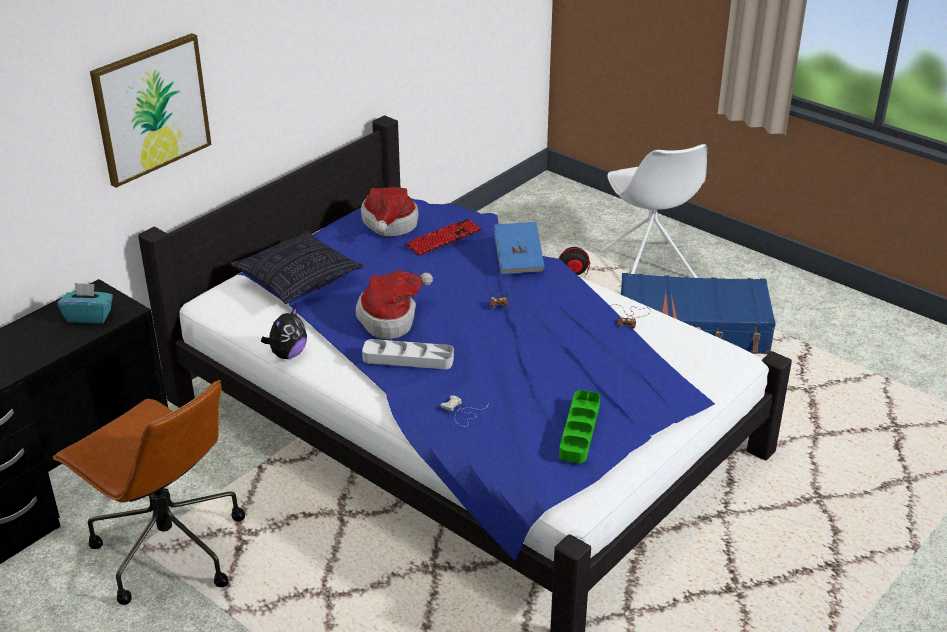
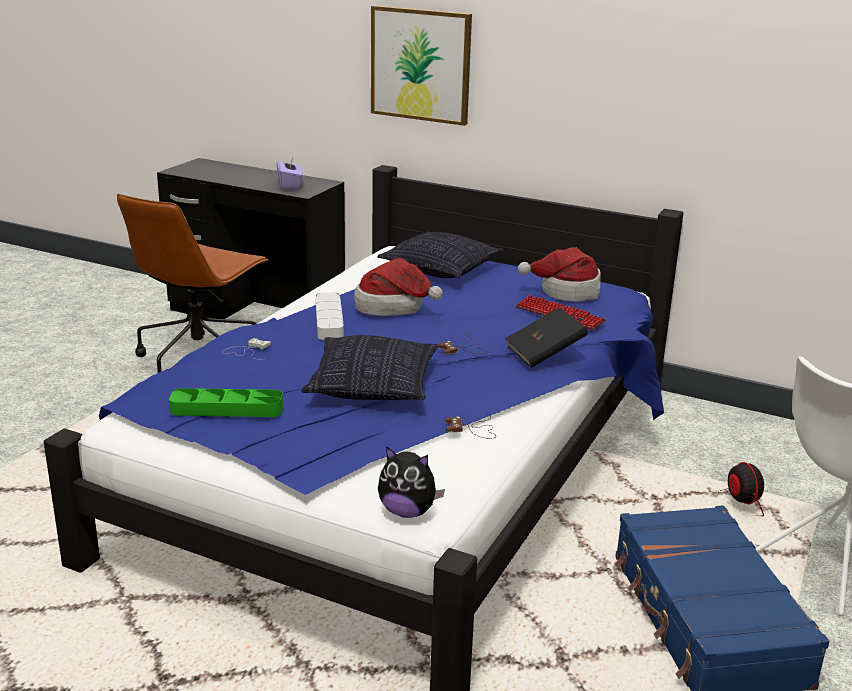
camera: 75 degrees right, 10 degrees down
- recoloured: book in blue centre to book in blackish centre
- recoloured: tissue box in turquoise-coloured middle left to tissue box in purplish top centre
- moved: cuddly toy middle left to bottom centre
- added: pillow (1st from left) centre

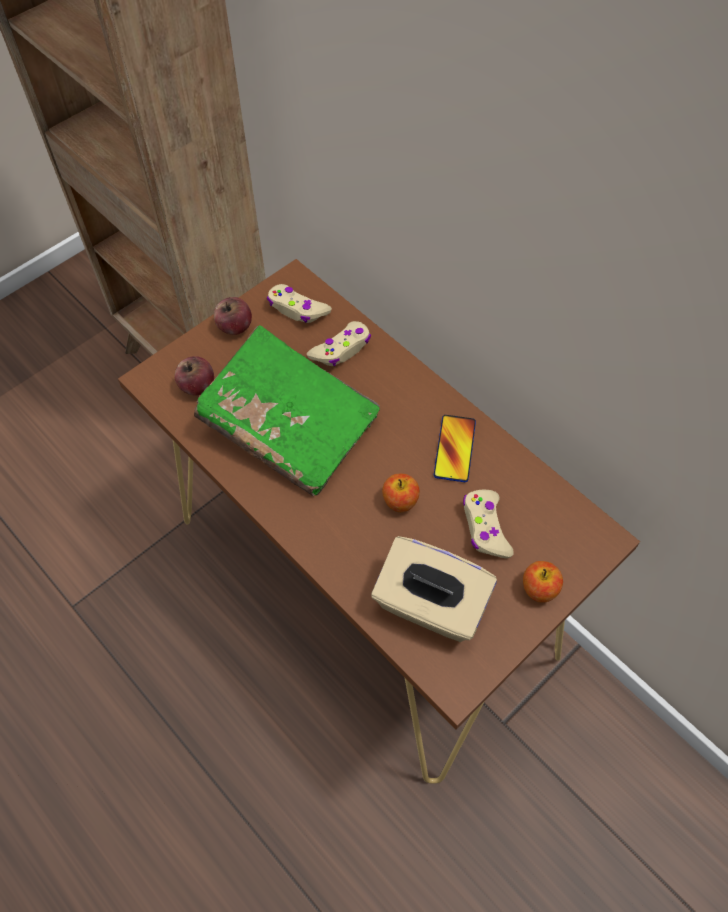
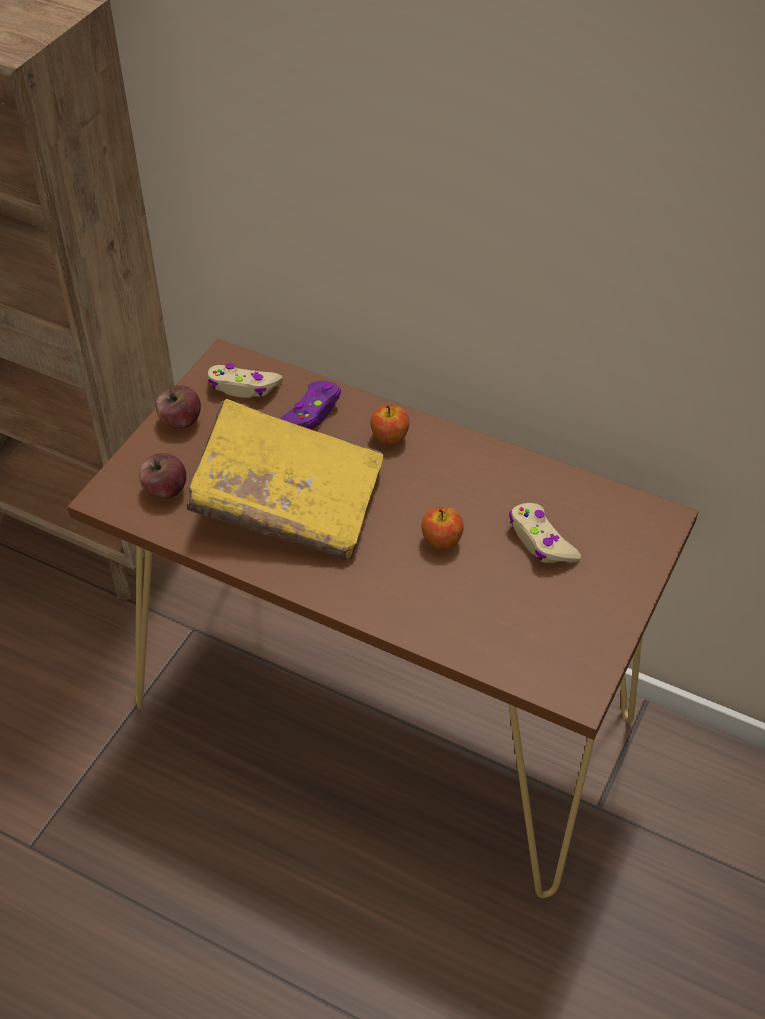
camera: 20 degrees left, 10 degrees down
- recoloured: game controller in beige-coloured (2nd from left) centre to game controller in purplish centre
- recoloured: book in greenish centre to book in yellow-coloured centre
- removed: telephone centre
- removed: tissue box in beige-coloured centre
- moved: whole apple (4th from left in the first image) middle right to whole apple (3rd from left) centre

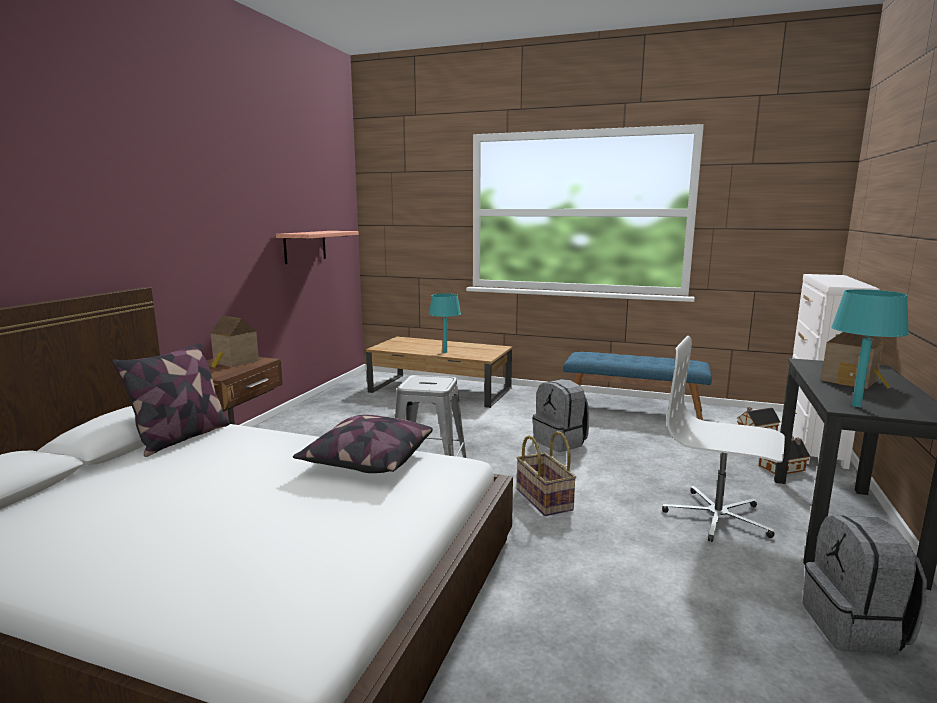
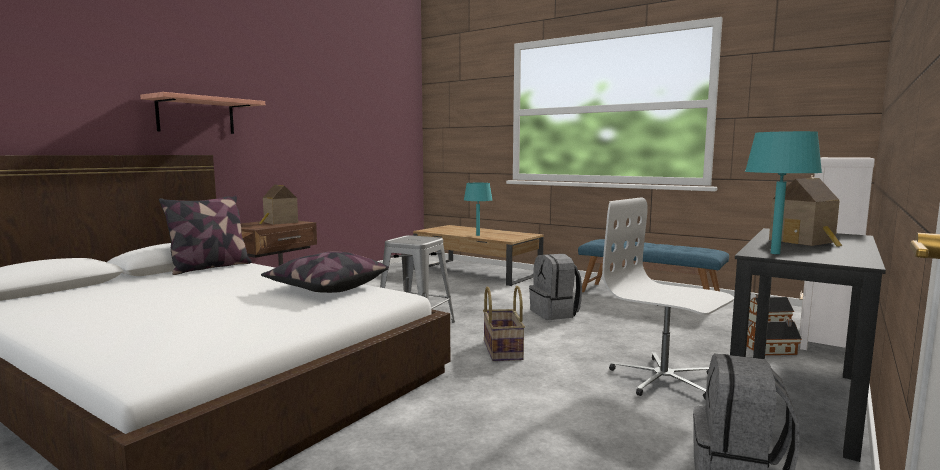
camera: 15 degrees right, 5 degrees down
- moved: bracket shelf centre to top left

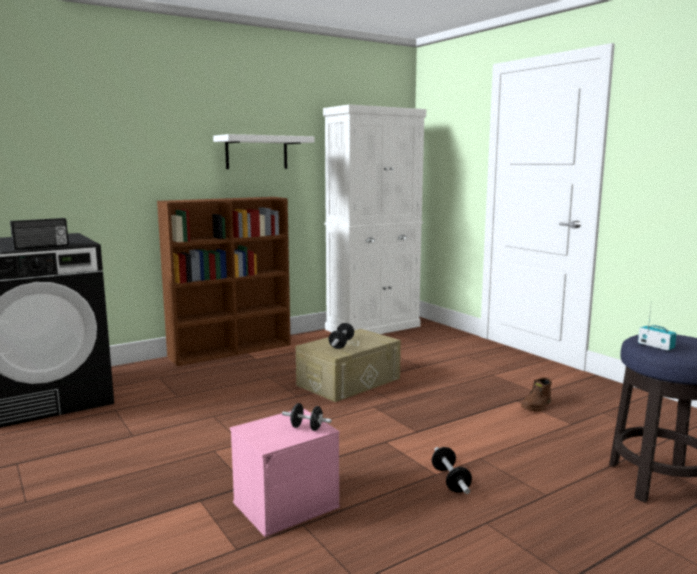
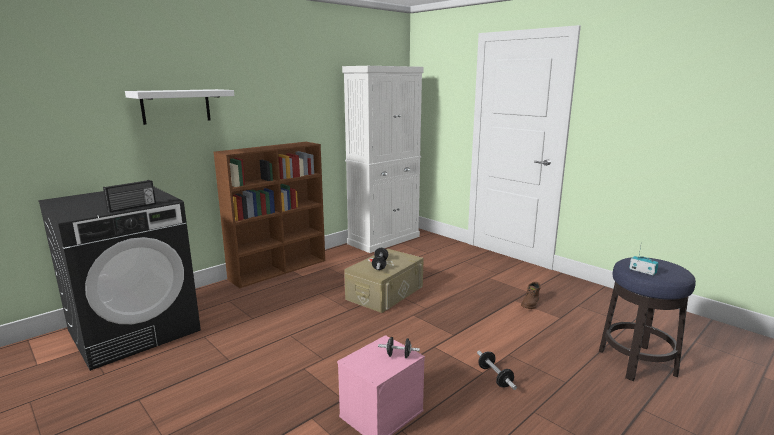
camera: 10 degrees left, 5 degrees up
- moved: bracket shelf in whitish top centre to top left

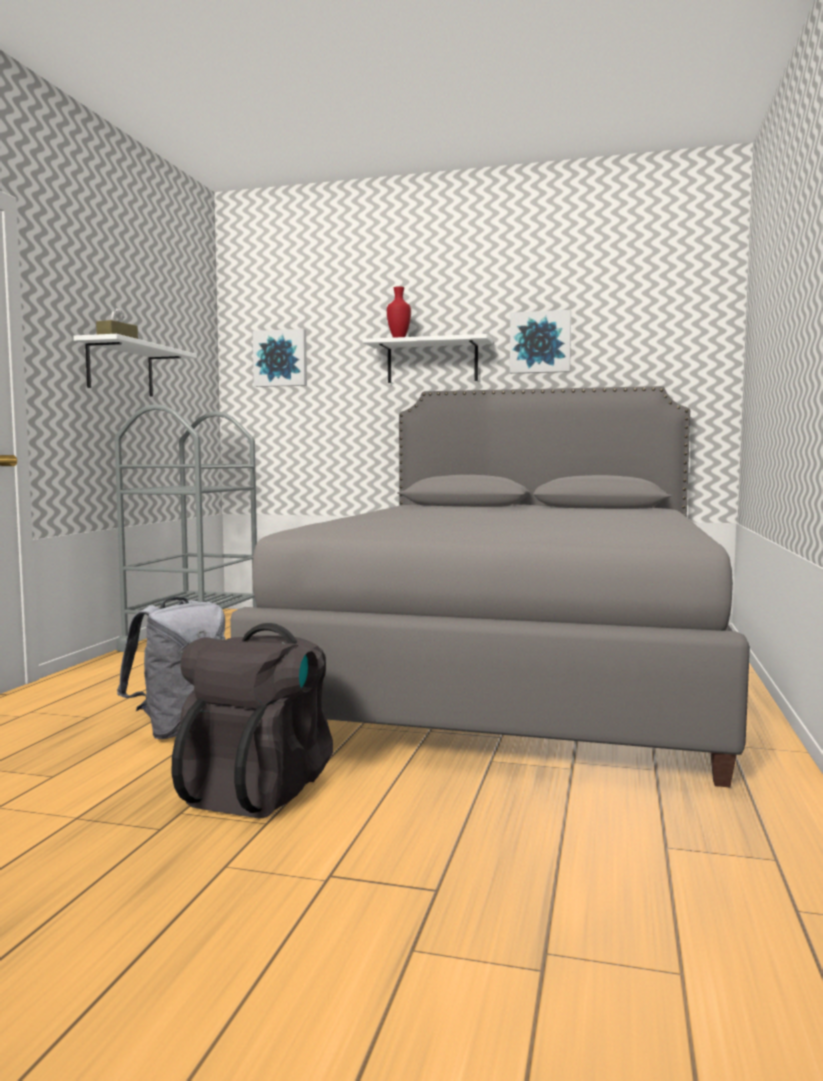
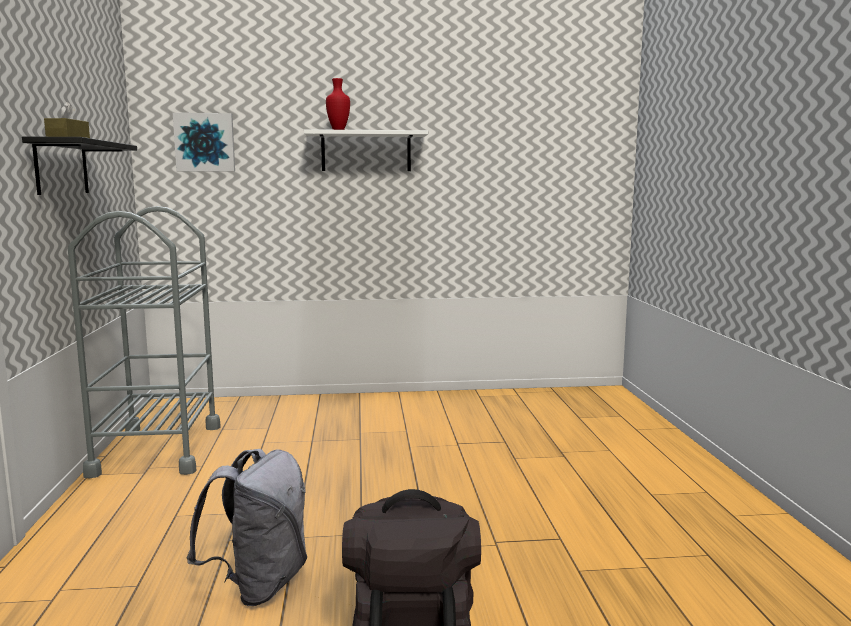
camera: 20 degrees left, 5 degrees up
- removed: picture (2nd from left) top centre
- recoloured: bracket shelf in whitish (1st from left) middle left to bracket shelf in blackish top left
- removed: bedroom bed in greyish centre

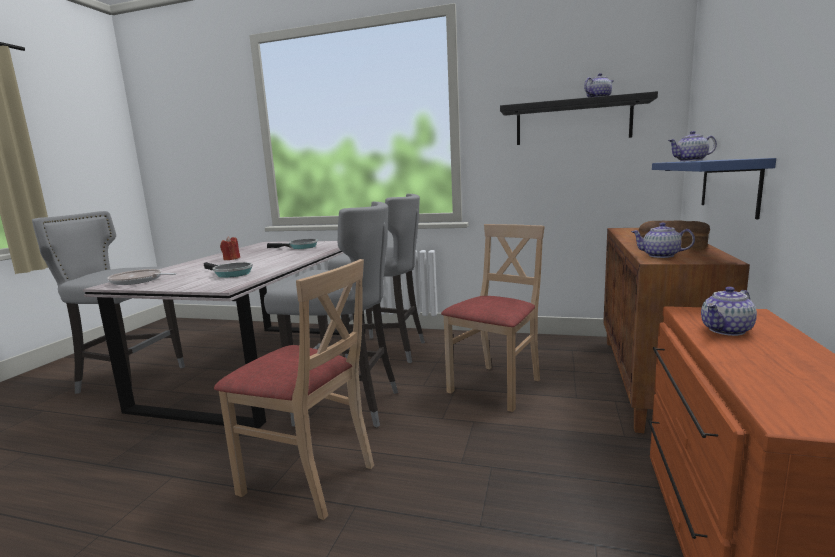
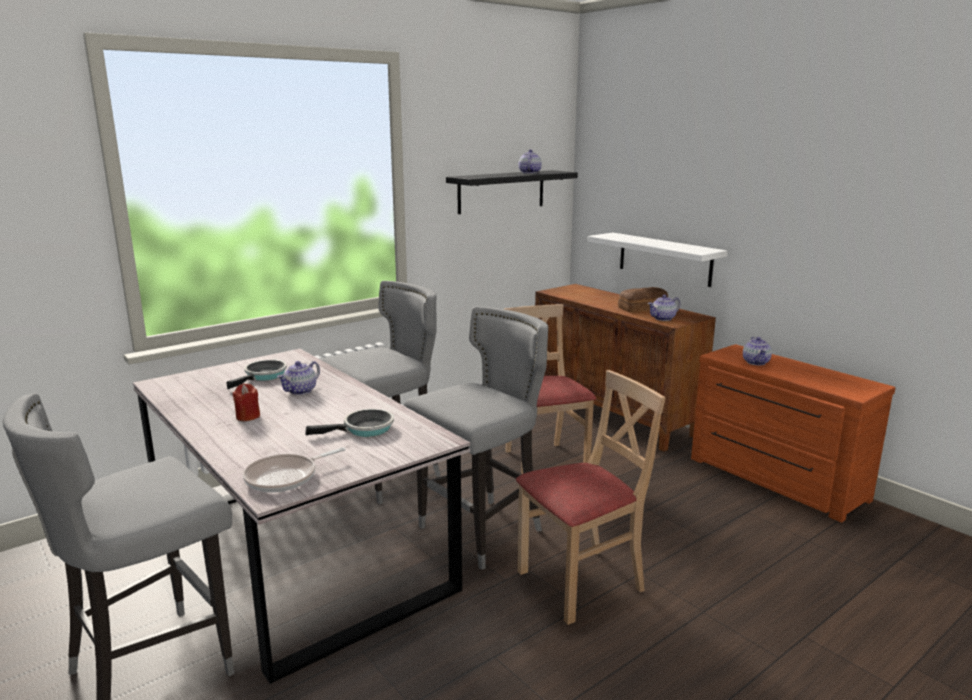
camera: 55 degrees left, 5 degrees up
- moved: pot for tea (3rd from left in the first image) top right to pot for tea (1st from left) middle left
- recoloured: bracket shelf in blue middle right to bracket shelf in whitish middle right

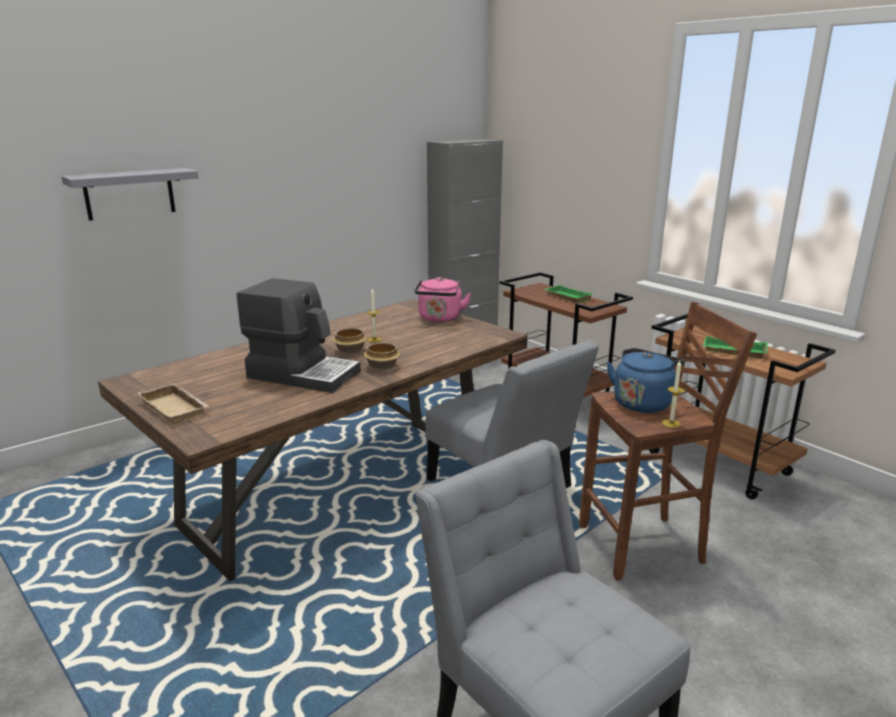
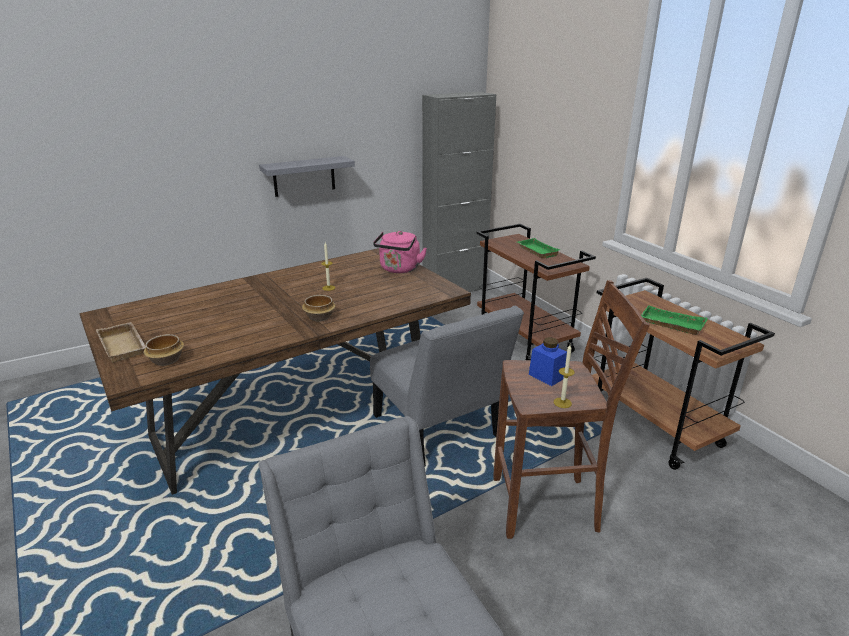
camera: 10 degrees right, 5 degrees up
- moved: bracket shelf in greyish top left to top centre
- removed: coffee machine centre
- moved: serving bowl (1st from left) centre to middle left
- replaced: water kettle in blue middle right to preserve jar in blue centre

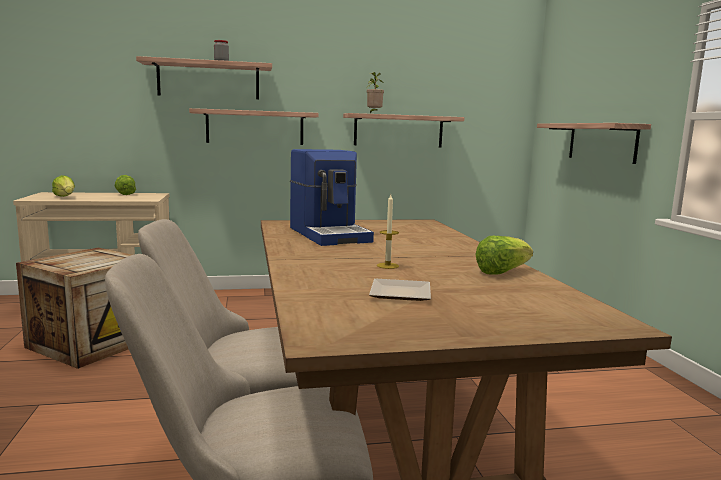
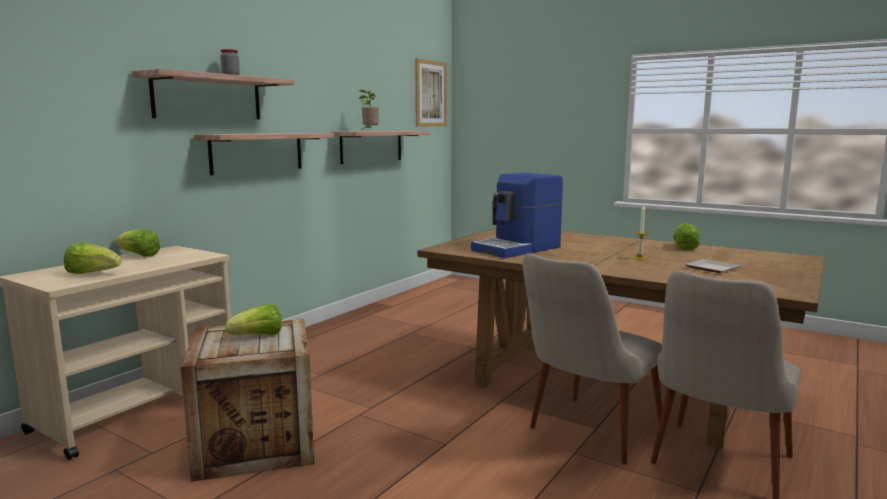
camera: 45 degrees left, 0 degrees up
- removed: bracket shelf (4th from left) top right
- turned: coffee machine centre = centre 120 degrees clockwise
- added: picture top centre
- added: lettuce head (3rd from left) middle left

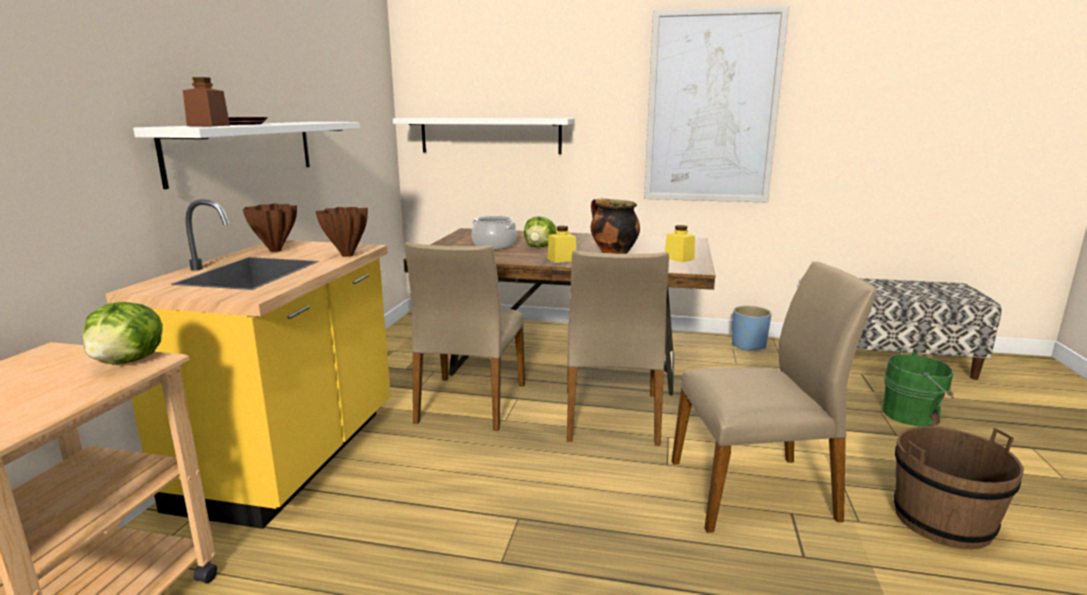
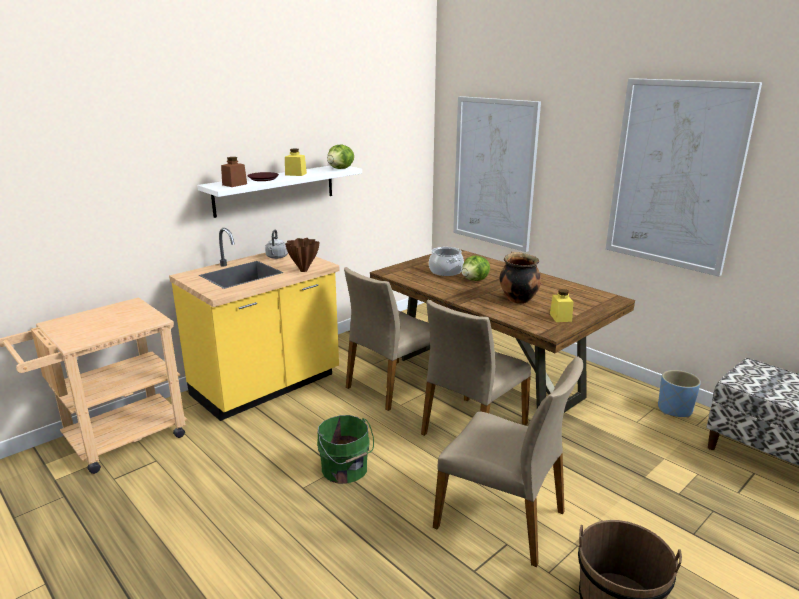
camera: 35 degrees right, 5 degrees up
- replaced: bracket shelf in whitish (2nd from left) top centre to picture (1st from left) top centre
- replaced: vase in brown-coloured (1st from left) middle left to water kettle in greyish centre
- moved: preserve jar in yellow-coloured (1st from left) centre to top centre
- moved: lettuce head (1st from left) middle left to top centre
- moved: water bucket in greenish middle right to bottom centre

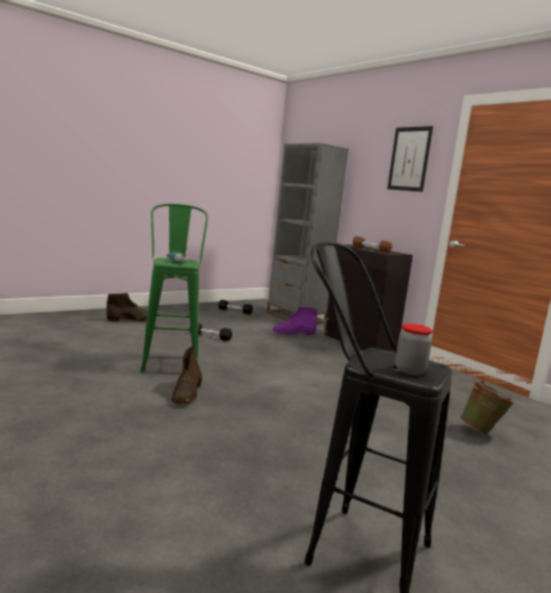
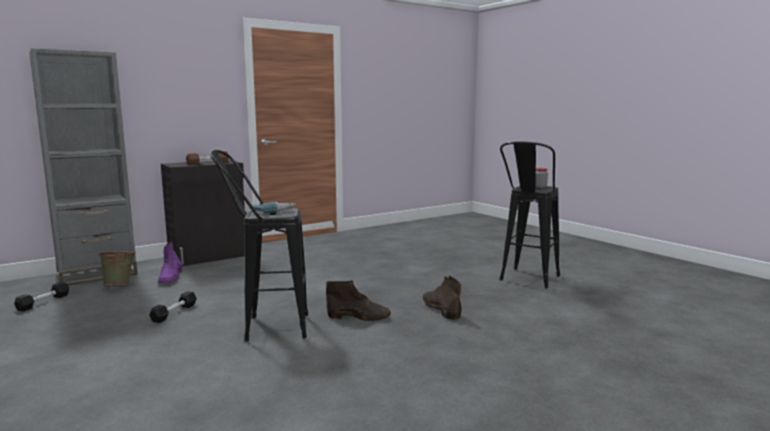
camera: 85 degrees left, 0 degrees up
- removed: picture top right
- recoloured: sitting stool in greenish middle left to sitting stool in blackish (1st from left) centre
- moved: high-top boot in brown-coloured (1st from left in the first image) middle left to high-top boot in brown-coloured (2nd from left) bottom centre
- moved: water bucket in greenish bottom right to middle left

